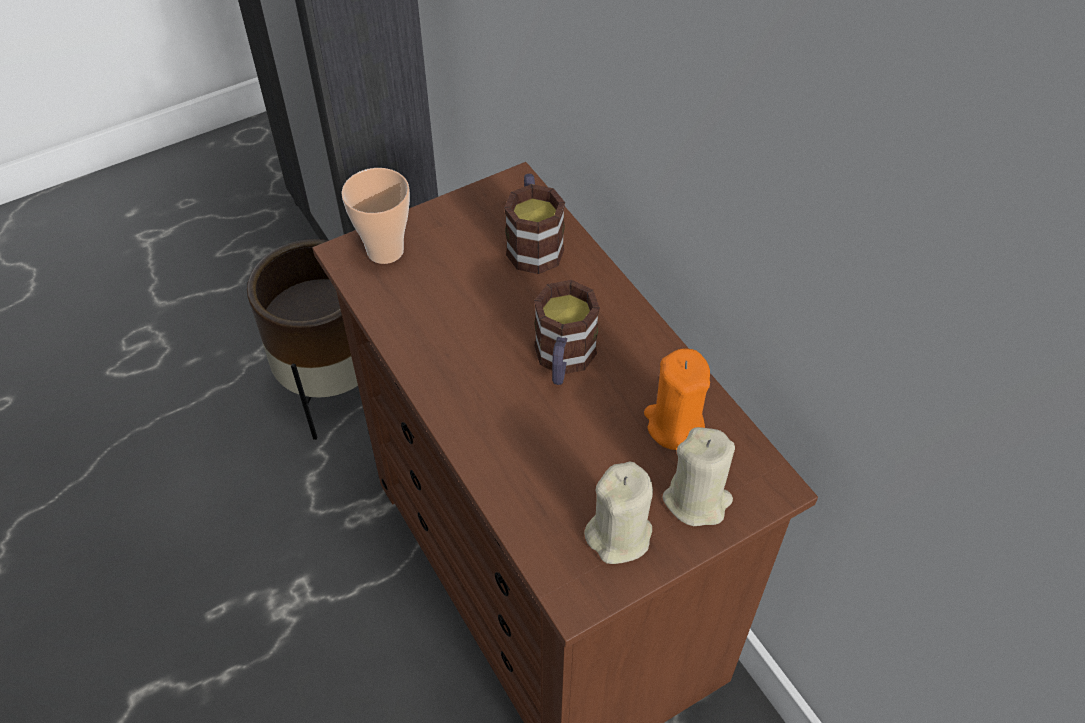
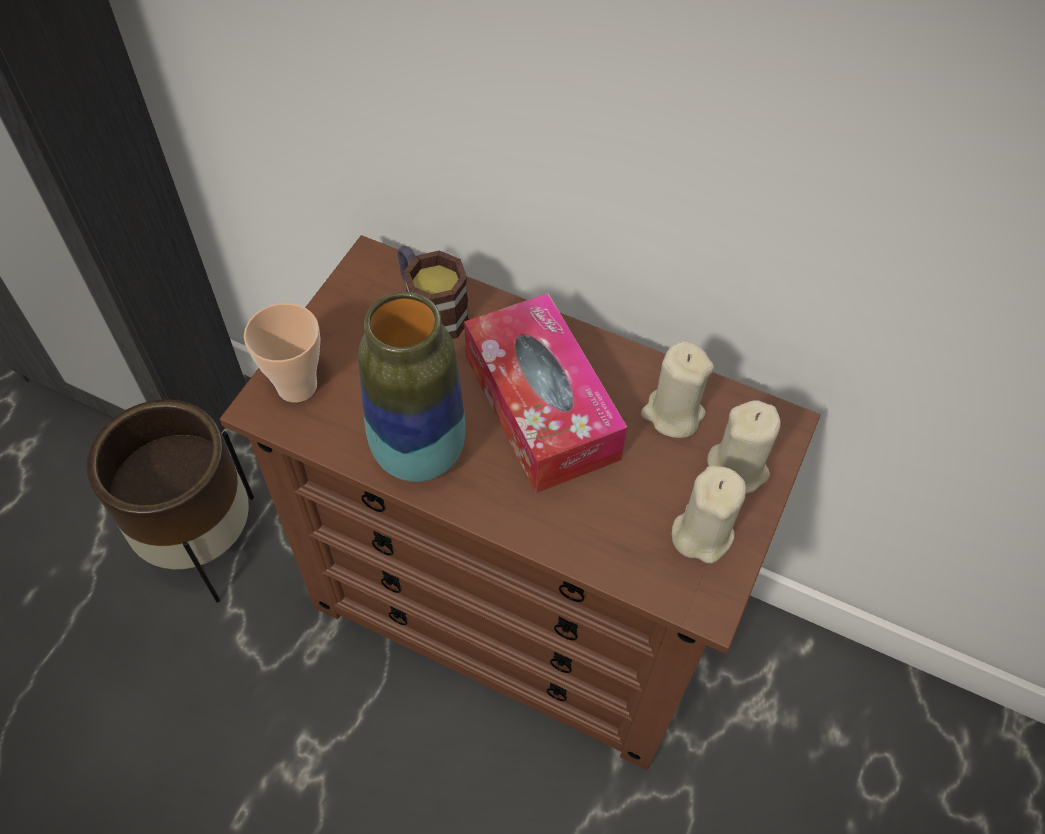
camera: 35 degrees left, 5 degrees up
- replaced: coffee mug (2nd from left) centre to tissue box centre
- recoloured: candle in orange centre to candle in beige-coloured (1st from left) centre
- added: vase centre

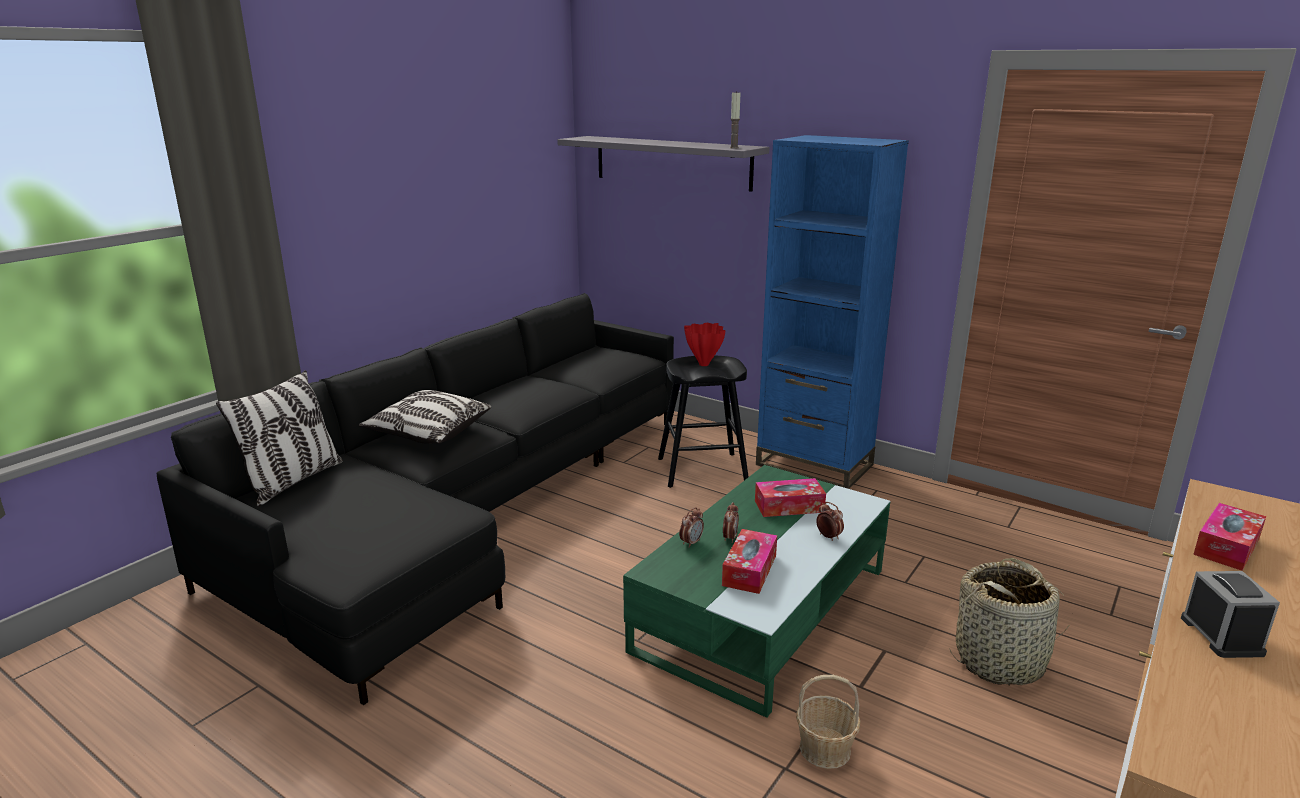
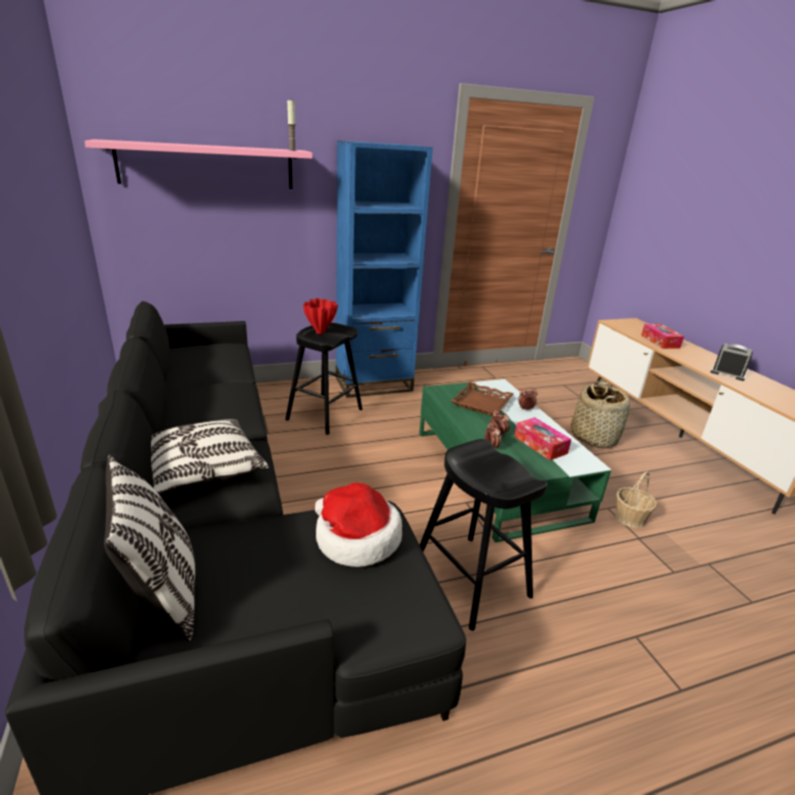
camera: 55 degrees left, 5 degrees up
- recoloured: bracket shelf in greyish top centre to bracket shelf in pink top left
- replaced: tissue box (2nd from left) centre to carrying tray in brown-coloured centre
- added: sitting stool in blackish (2nd from left) bottom centre
- added: clothing hat centre

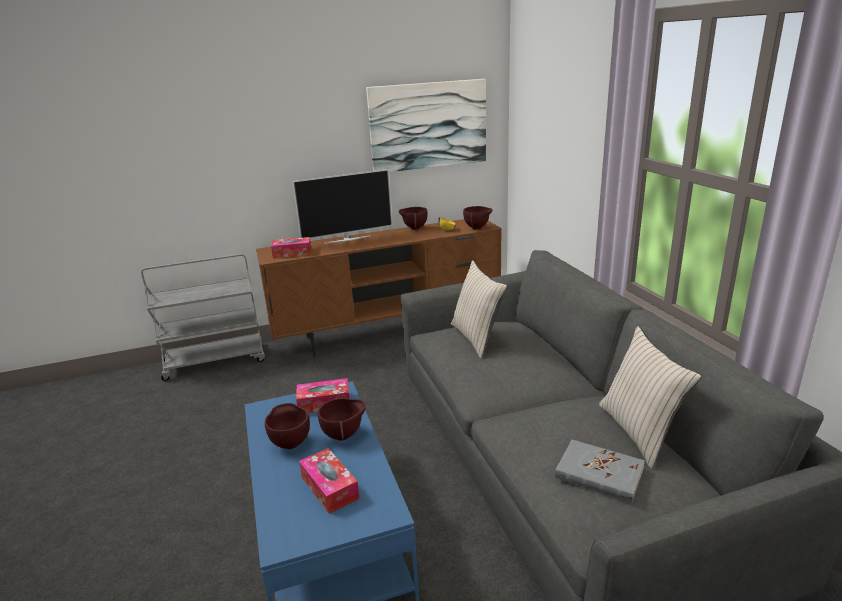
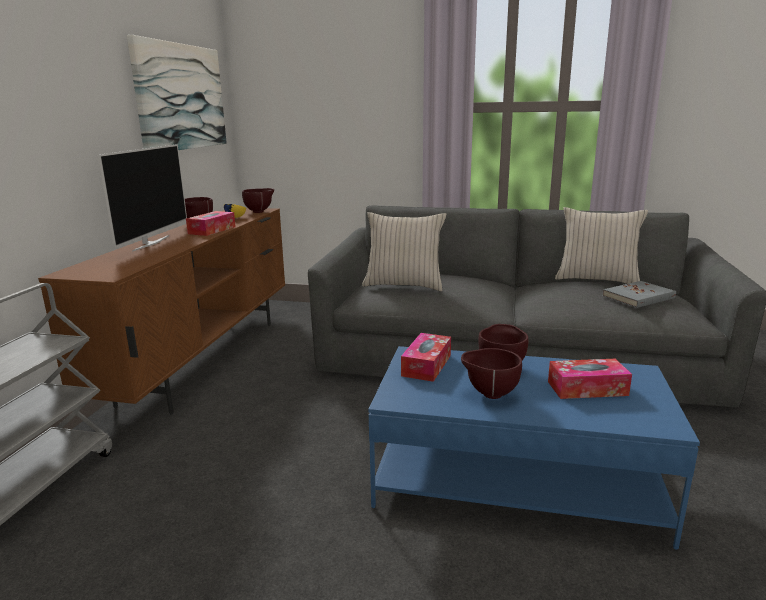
camera: 60 degrees left, 5 degrees down
- moved: tissue box (1st from left) centre to middle left

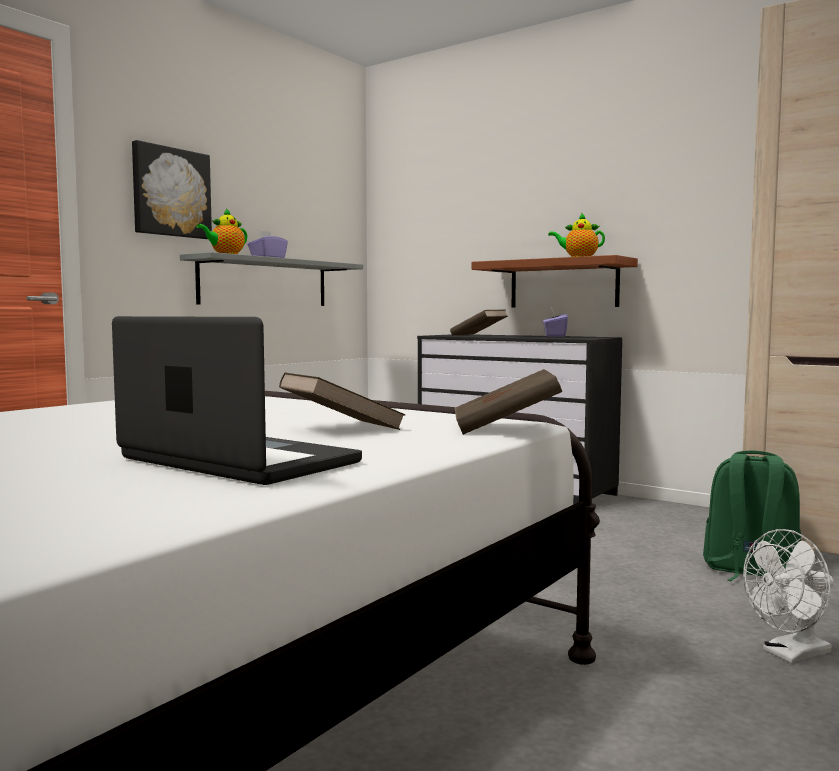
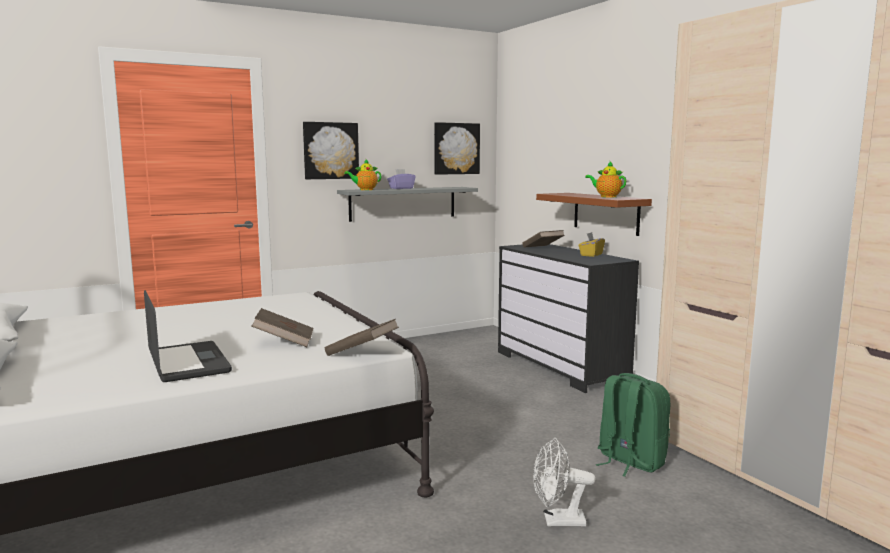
camera: 25 degrees right, 5 degrees up
- recoloured: tissue box in purplish (2nd from left) centre to tissue box in yellow-coloured centre
- added: picture (2nd from left) top centre

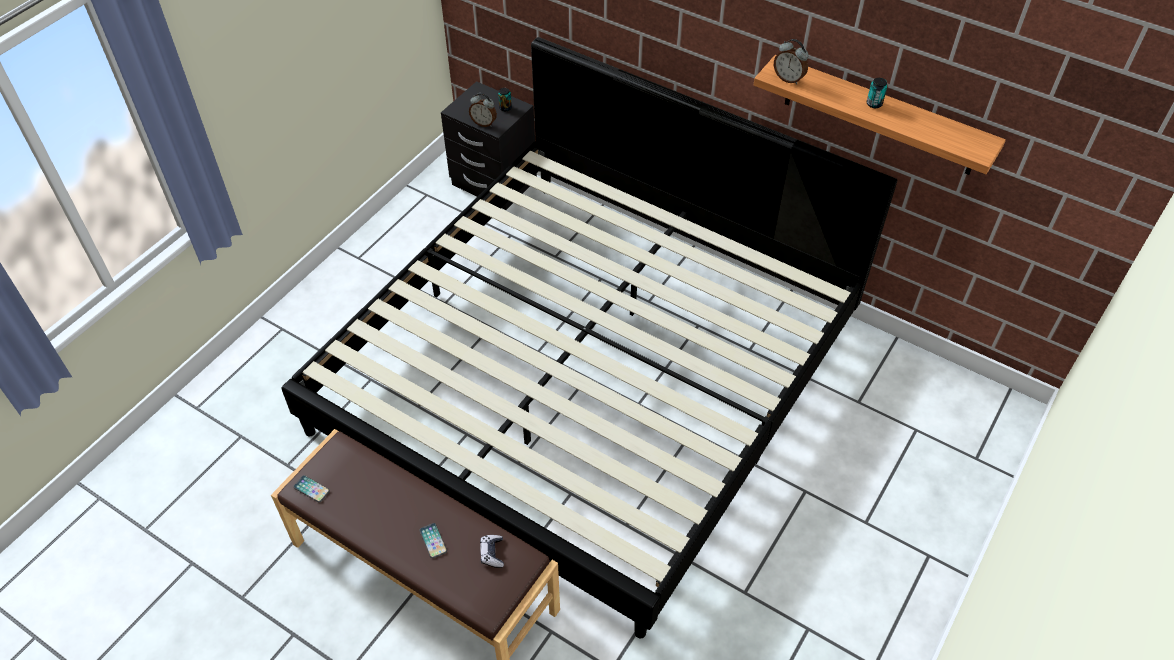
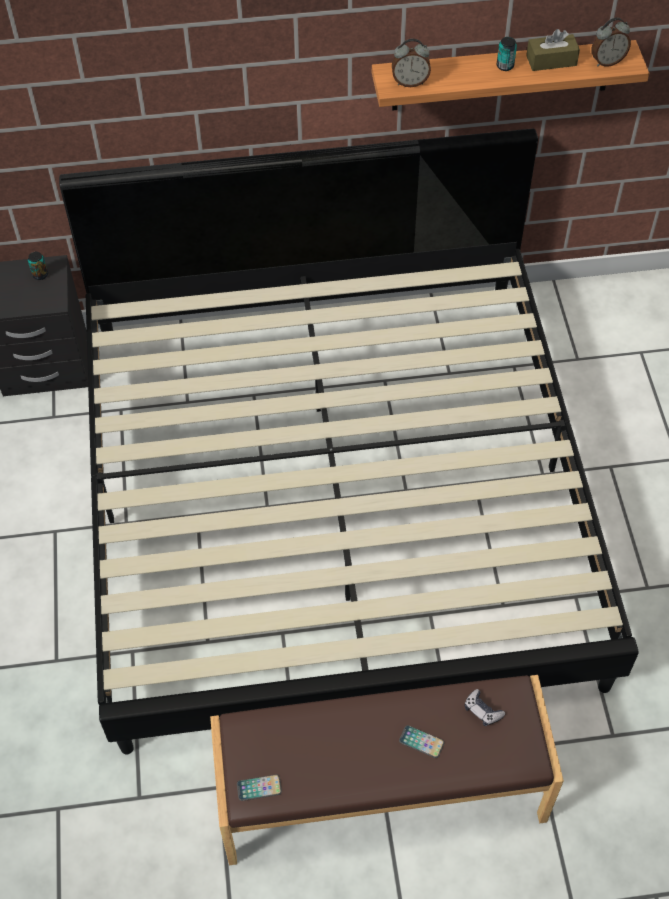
camera: 40 degrees left, 5 degrees up
- moved: table clock (1st from left in the first image) top centre to table clock (2nd from left) top right
- added: tissue box in brown-coloured top right

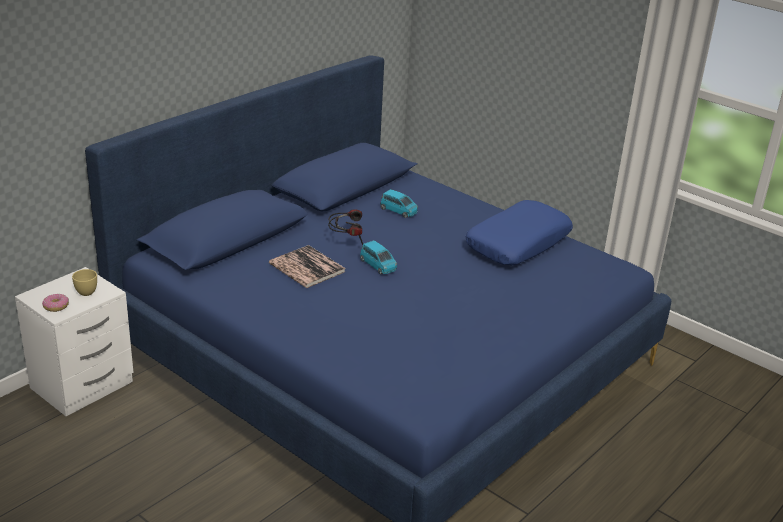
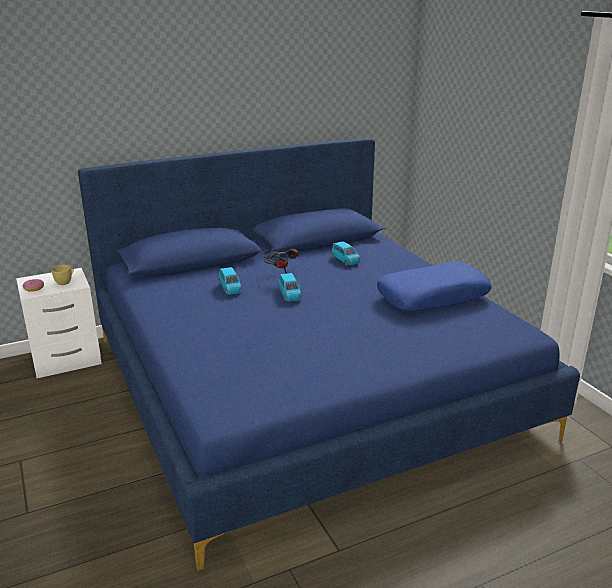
camera: 25 degrees right, 5 degrees down
- replaced: book centre to miniature car in blue (1st from left) centre

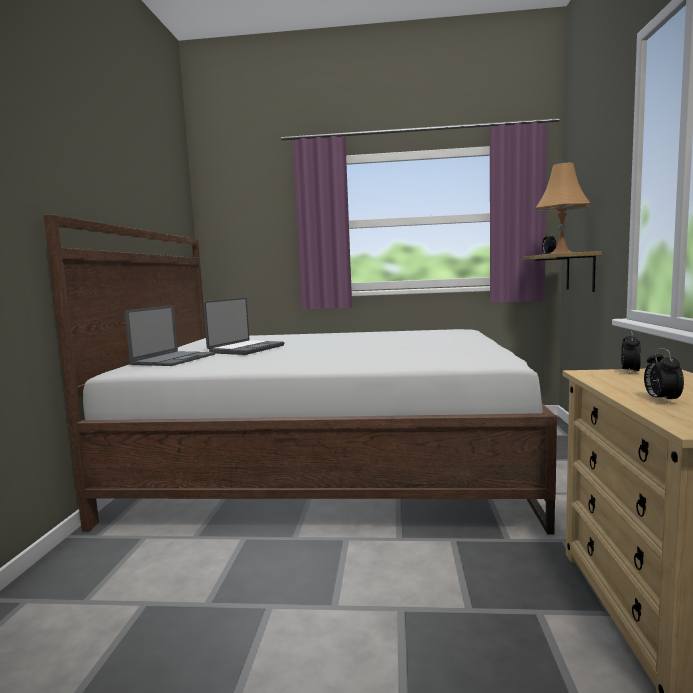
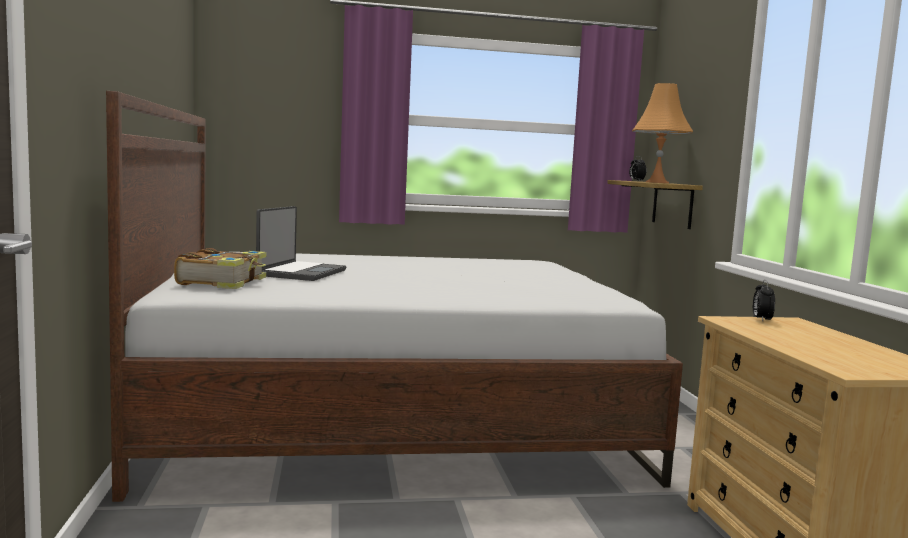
camera: 15 degrees left, 0 degrees up
- replaced: notebook computer (1st from left) middle left to book middle left
- removed: table clock (3rd from left) middle right

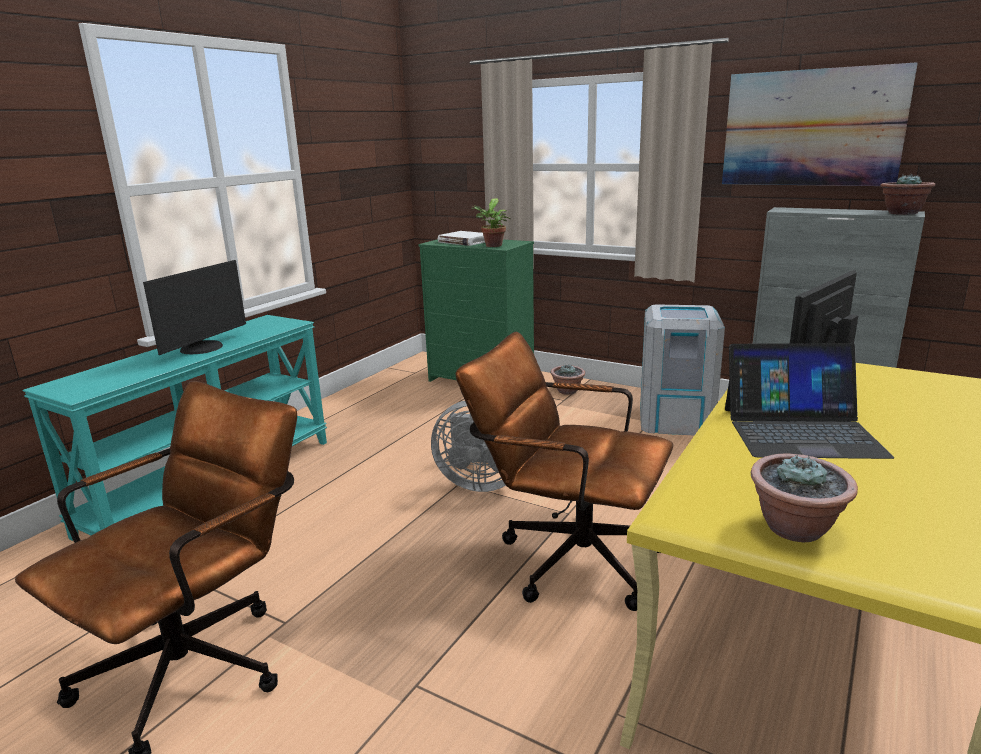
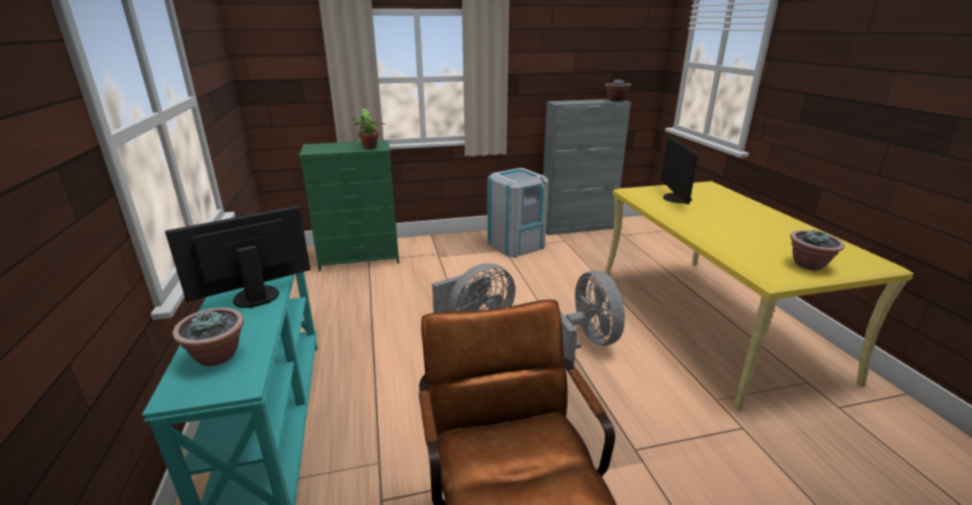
camera: 45 degrees left, 5 degrees up
- removed: picture top right
- removed: book in whitish top centre
- turned: computer screen (1st from left) middle left = middle left 105 degrees counterclockwise
- replaced: computer chair in brown-coloured (2nd from left) centre to cooling fan in greyish (2nd from left) centre
- removed: notebook computer middle right
- moved: houseplant (2nd from left in the first image) centre to houseplant (1st from left) bottom left

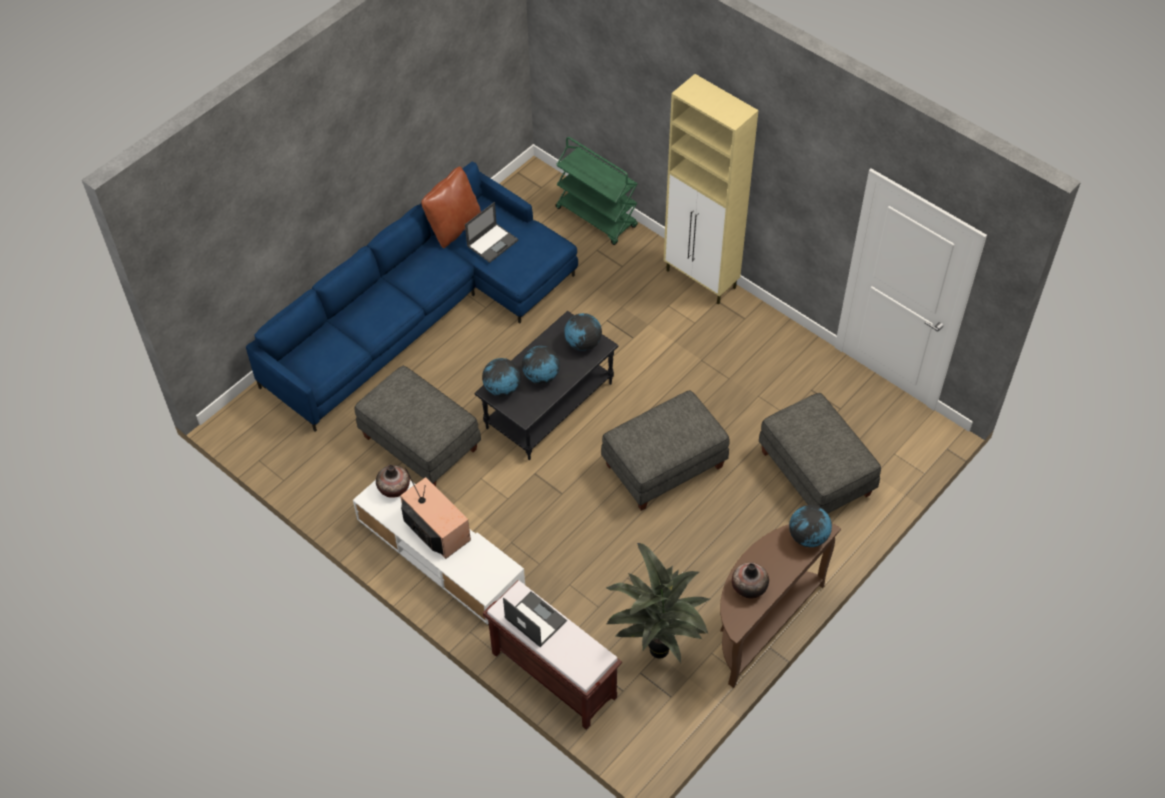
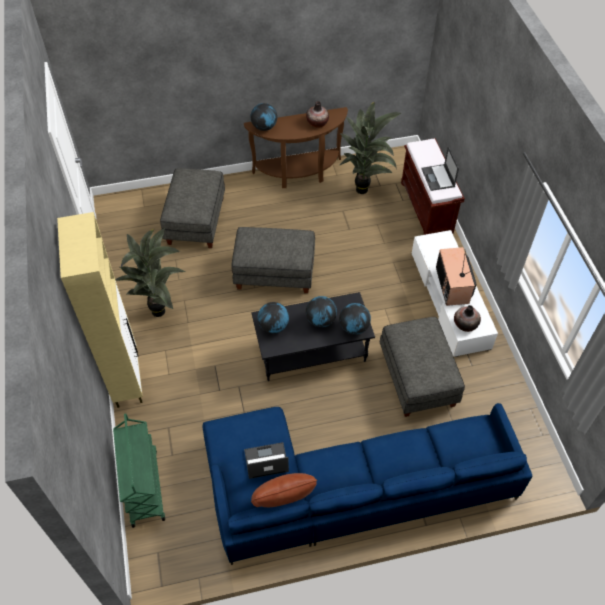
camera: 145 degrees left, 0 degrees up
- added: houseplant (1st from left) middle left

